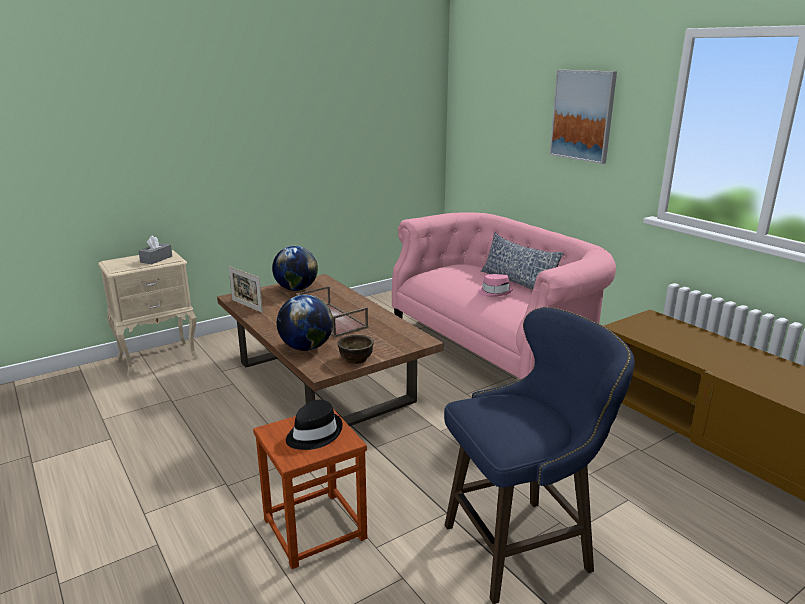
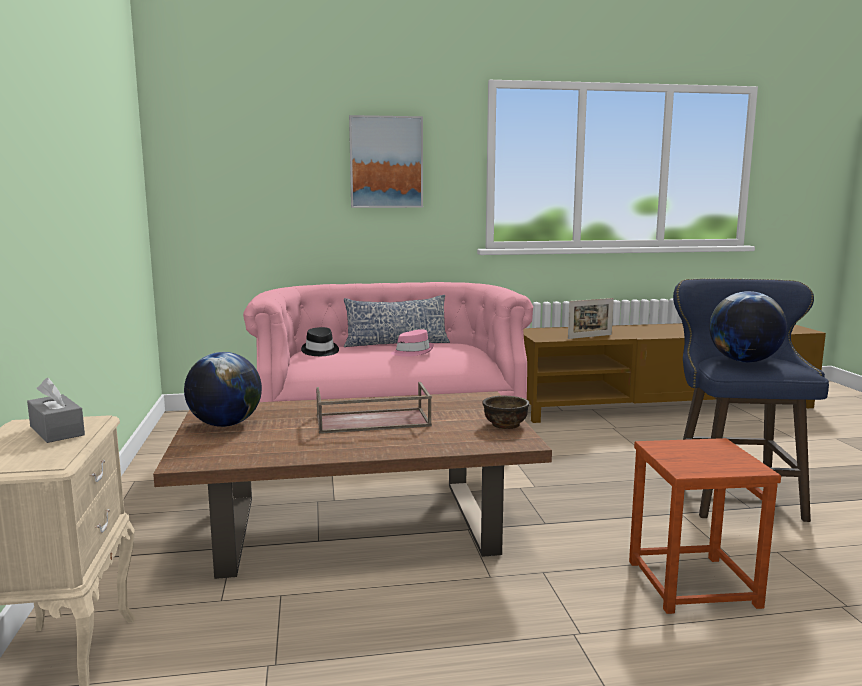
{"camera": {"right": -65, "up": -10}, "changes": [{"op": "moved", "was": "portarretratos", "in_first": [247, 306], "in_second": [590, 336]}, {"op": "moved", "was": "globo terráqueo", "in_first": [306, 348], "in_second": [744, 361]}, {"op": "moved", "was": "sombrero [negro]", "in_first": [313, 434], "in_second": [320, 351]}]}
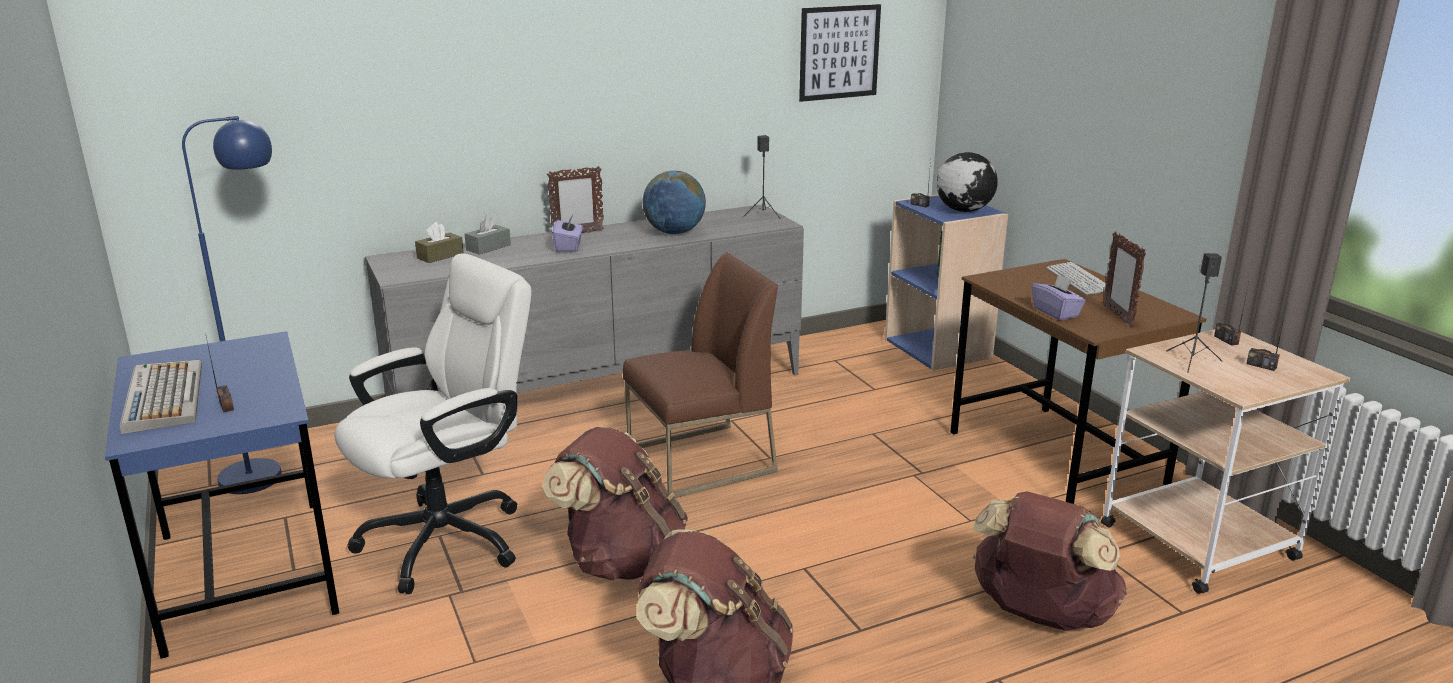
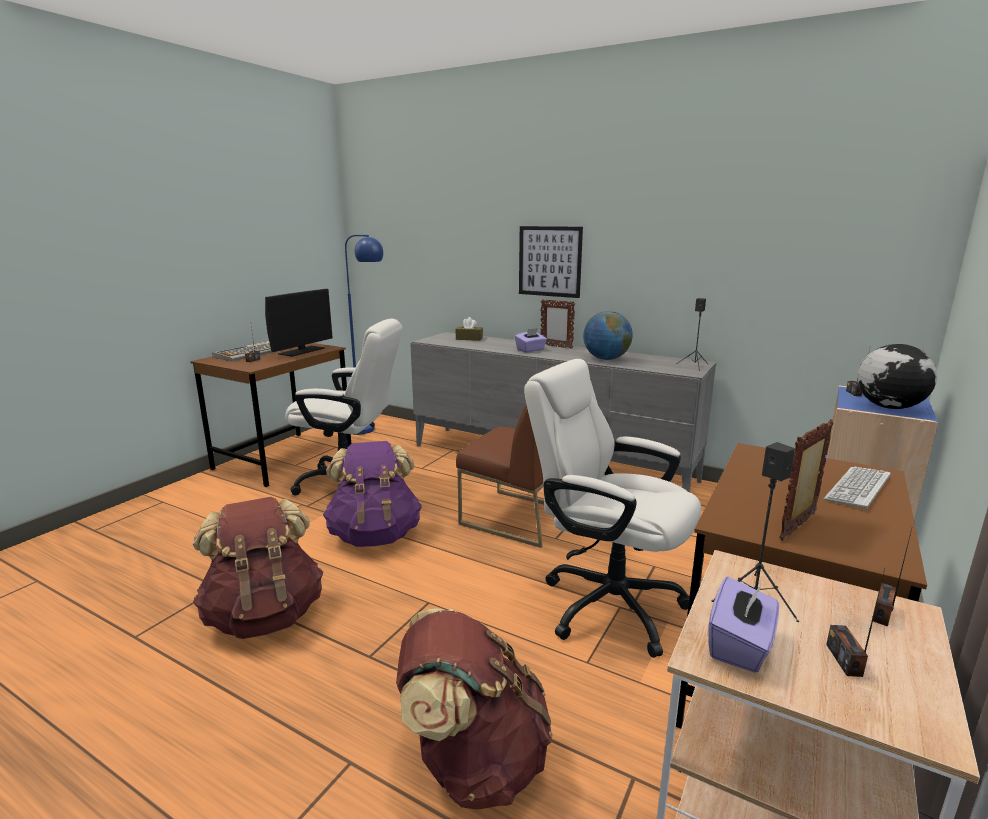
{"camera": {"right": 55, "up": -5}, "changes": [{"op": "moved", "was": "cuadro", "in_first": [839, 52], "in_second": [549, 261]}, {"op": "removed", "was": "caja de pañuelos [gris]", "in_first": [488, 247]}, {"op": "moved", "was": "caja de pañuelos [morado]", "in_first": [1056, 312], "in_second": [740, 645]}, {"op": "recoloured", "was": "escritorio [azul]", "now": "escritorio [marrón]", "in_first": [245, 573], "in_second": [284, 458]}, {"op": "recoloured", "was": "mochila [marrón]", "now": "mochila [morado]", "in_first": [621, 560], "in_second": [375, 535]}, {"op": "added", "now": "monitor", "in_second": [302, 351]}, {"op": "added", "now": "silla de oficina [blanco]", "in_second": [605, 605]}]}
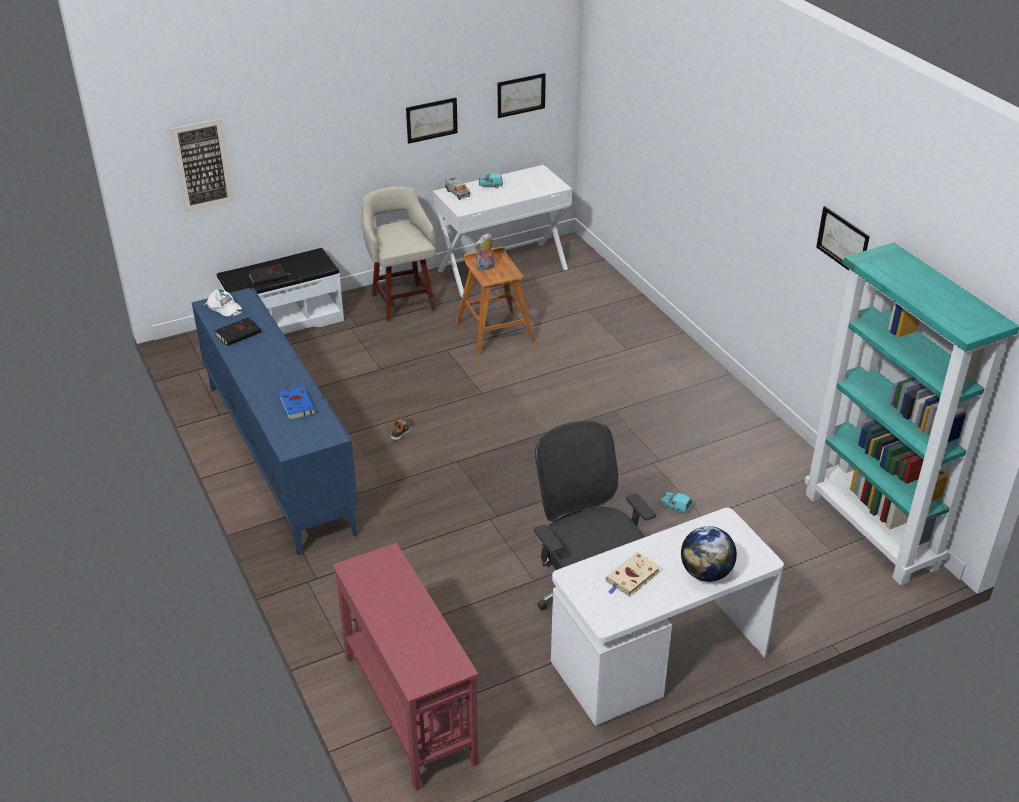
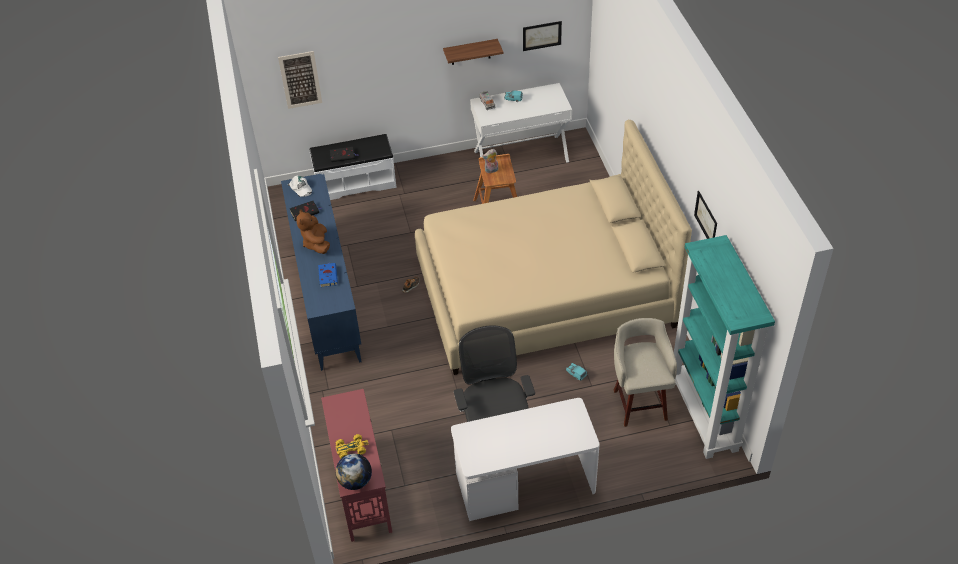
{"camera": {"right": 15, "up": 10}, "changes": [{"op": "replaced", "was": "cuadro", "now": "estante", "in_first": [431, 120], "in_second": [470, 52]}, {"op": "moved", "was": "taburete [beis]", "in_first": [402, 301], "in_second": [639, 402]}, {"op": "moved", "was": "globo terráqueo", "in_first": [706, 573], "in_second": [355, 481]}, {"op": "removed", "was": "libro [beis]", "in_first": [632, 578]}, {"op": "added", "now": "cama [beis]", "in_second": [544, 293]}, {"op": "added", "now": "peluche [marrón]", "in_second": [316, 244]}, {"op": "added", "now": "coche de juguete [amarillo]", "in_second": [351, 449]}]}
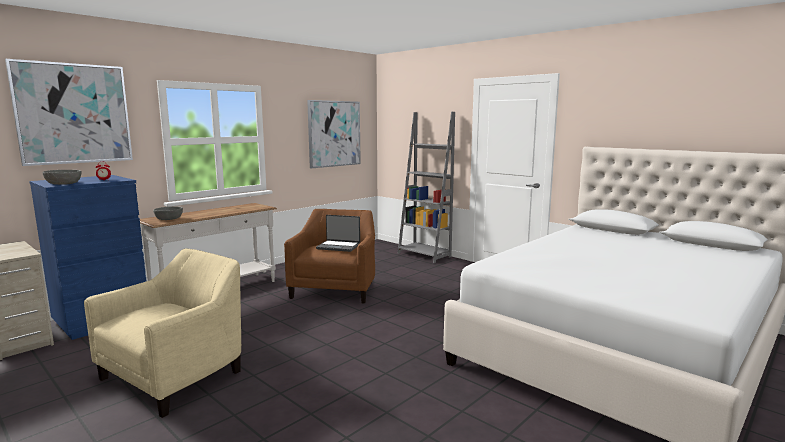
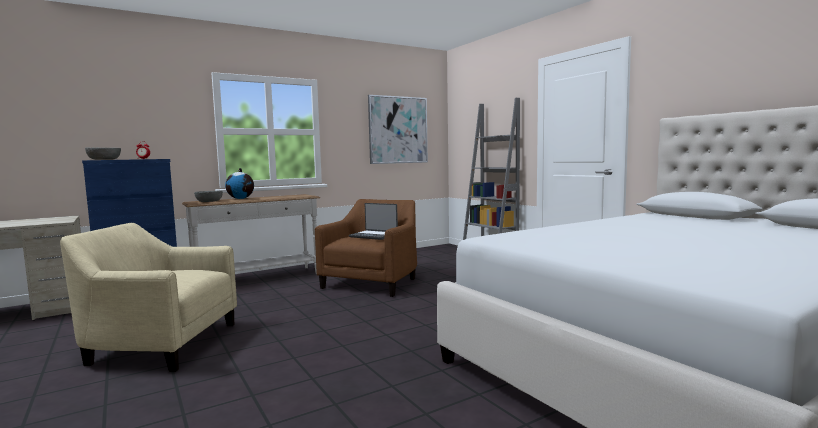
{"camera": {"right": 15, "up": -5}, "changes": [{"op": "removed", "was": "cuadro", "in_first": [73, 114]}, {"op": "turned", "was": "sillón [beis]", "in_first": [177, 374], "in_second": [159, 345], "clockwise": -135}, {"op": "added", "now": "globo terráqueo", "in_second": [241, 198]}]}
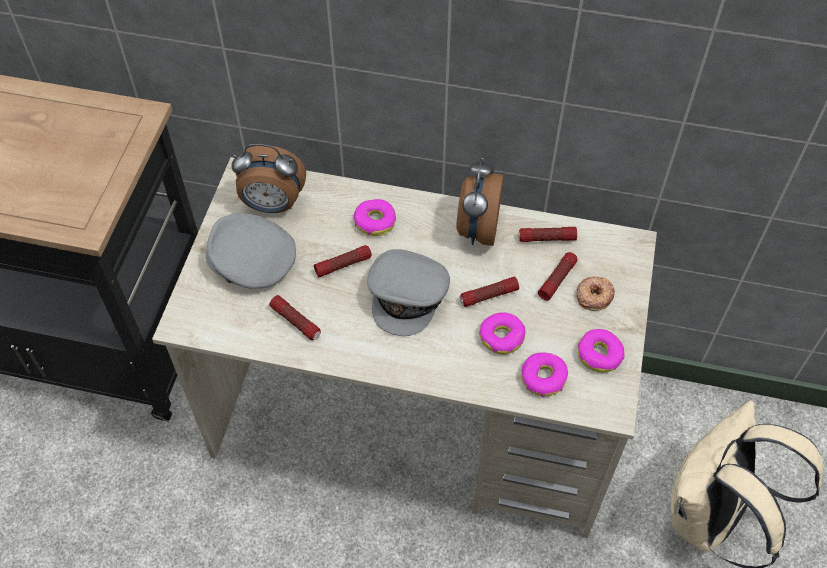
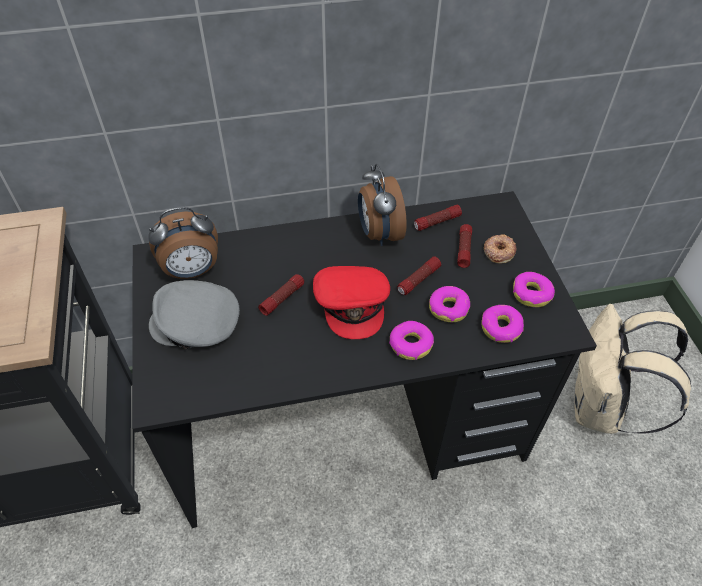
{"camera": {"right": -25, "up": -5}, "changes": [{"op": "recoloured", "was": "escritorio [beis]", "now": "escritorio [negro]", "in_first": [414, 419], "in_second": [349, 424]}, {"op": "moved", "was": "rosquilla", "in_first": [375, 221], "in_second": [410, 344]}, {"op": "recoloured", "was": "gorra [gris]", "now": "gorra [rojo]", "in_first": [408, 295], "in_second": [352, 303]}, {"op": "removed", "was": "linterna", "in_first": [296, 322]}]}
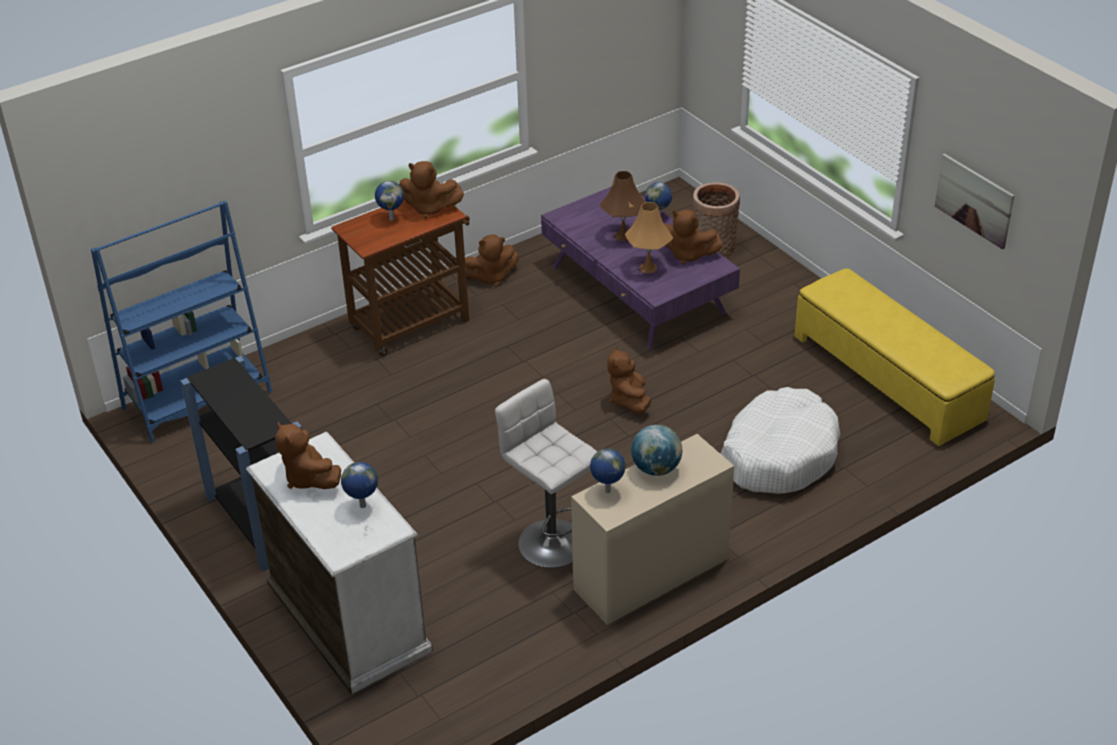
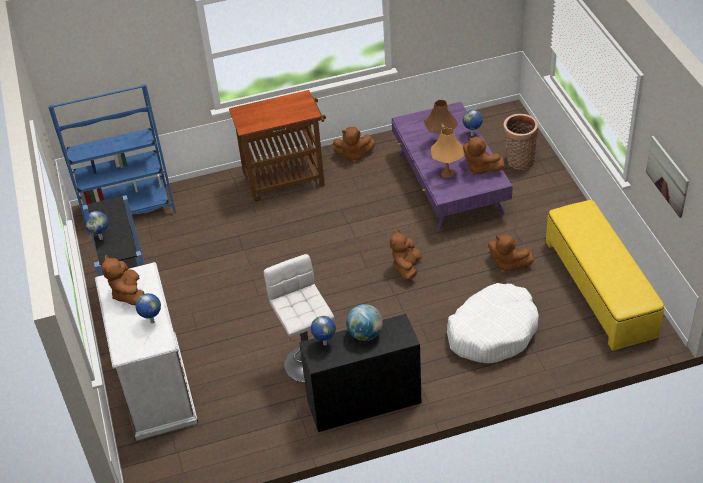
{"camera": {"right": 20, "up": 5}, "changes": [{"op": "moved", "was": "peluche [marrón]", "in_first": [430, 208], "in_second": [507, 264]}, {"op": "moved", "was": "globo terráqueo", "in_first": [392, 218], "in_second": [101, 238]}, {"op": "recoloured", "was": "escritorio [beis]", "now": "escritorio [negro]", "in_first": [651, 574], "in_second": [364, 402]}]}
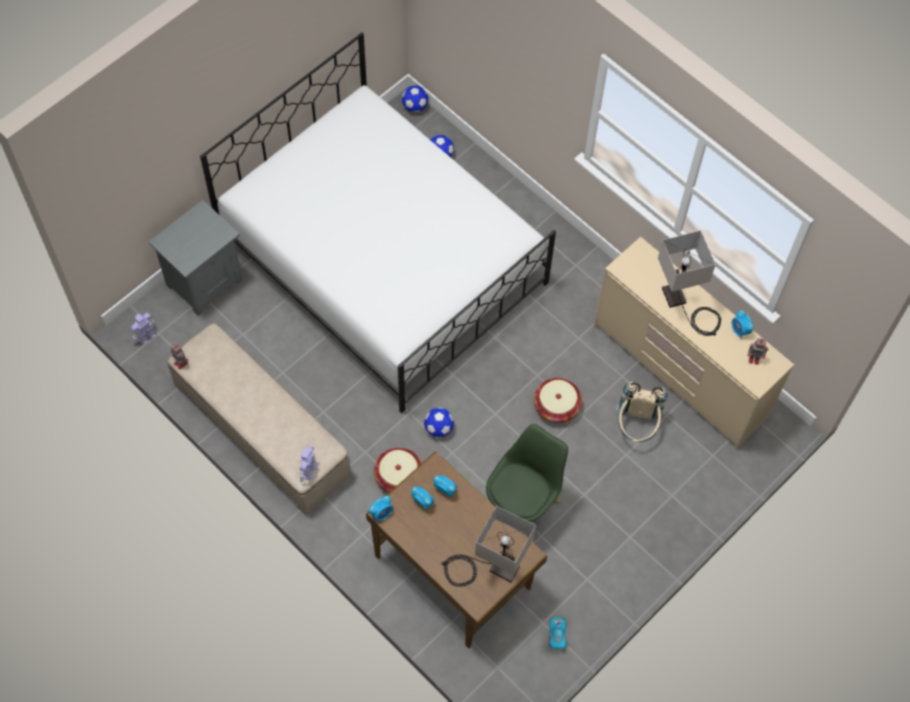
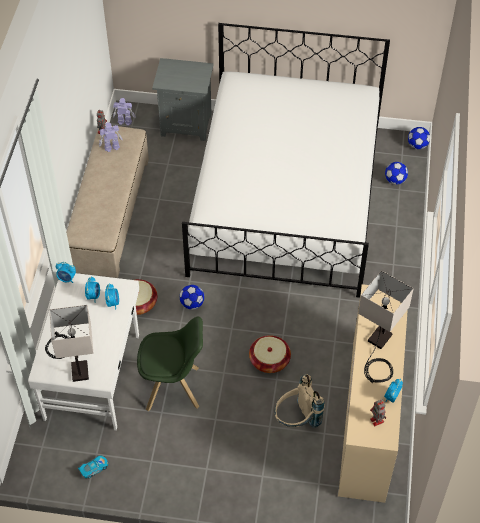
{"camera": {"right": 55, "up": -10}, "changes": [{"op": "moved", "was": "robot de juguete", "in_first": [309, 471], "in_second": [111, 147]}, {"op": "recoloured", "was": "escritorio [marrón]", "now": "escritorio [blanco]", "in_first": [452, 570], "in_second": [94, 376]}]}
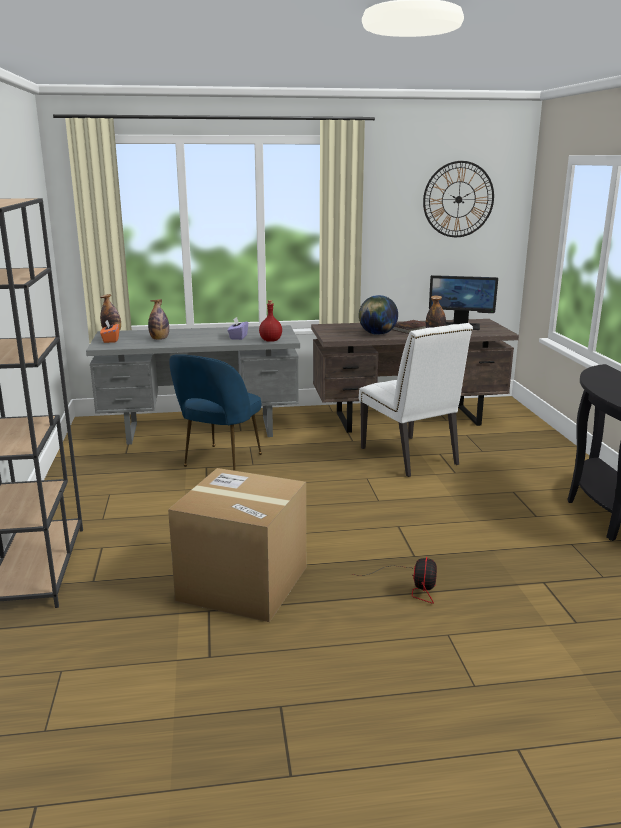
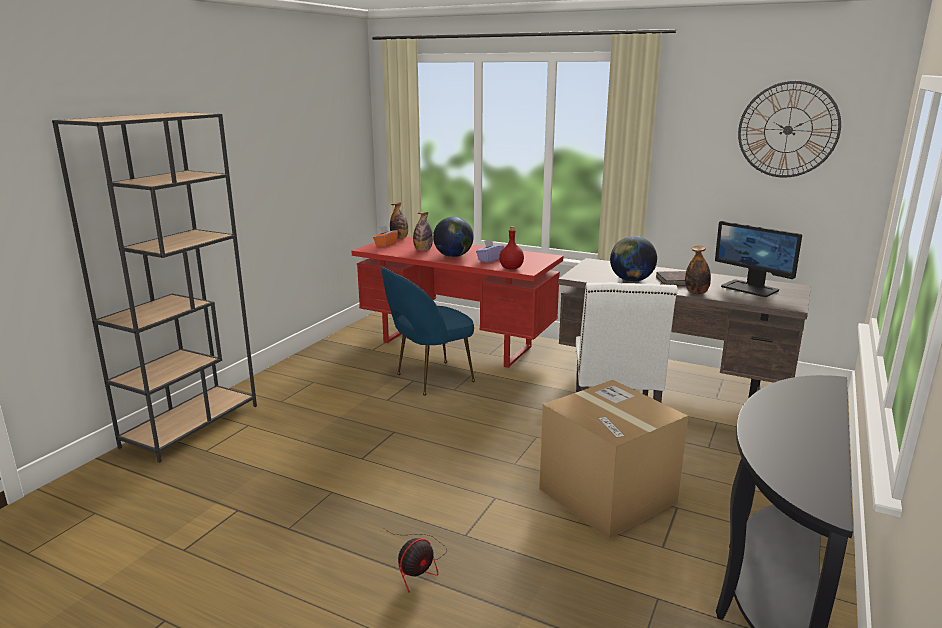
{"camera": {"right": 35, "up": 0}, "changes": [{"op": "recoloured", "was": "escritorio [gris]", "now": "escritorio [rojo]", "in_first": [201, 430], "in_second": [458, 344]}, {"op": "moved", "was": "caja de cartón", "in_first": [243, 583], "in_second": [607, 495]}, {"op": "added", "now": "globo terráqueo", "in_second": [453, 256]}]}
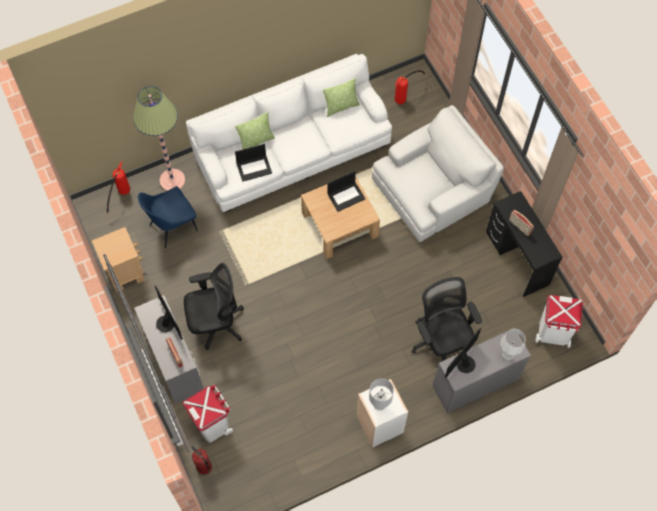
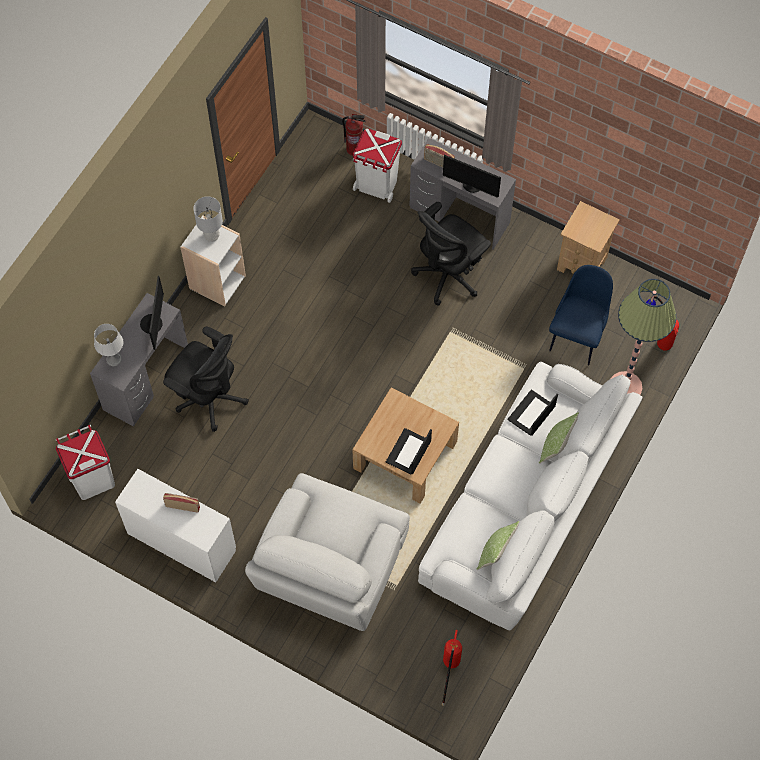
{"camera": {"right": 145, "up": 0}, "changes": [{"op": "recoloured", "was": "escritorio [negro]", "now": "escritorio [blanco]", "in_first": [517, 259], "in_second": [181, 542]}]}
